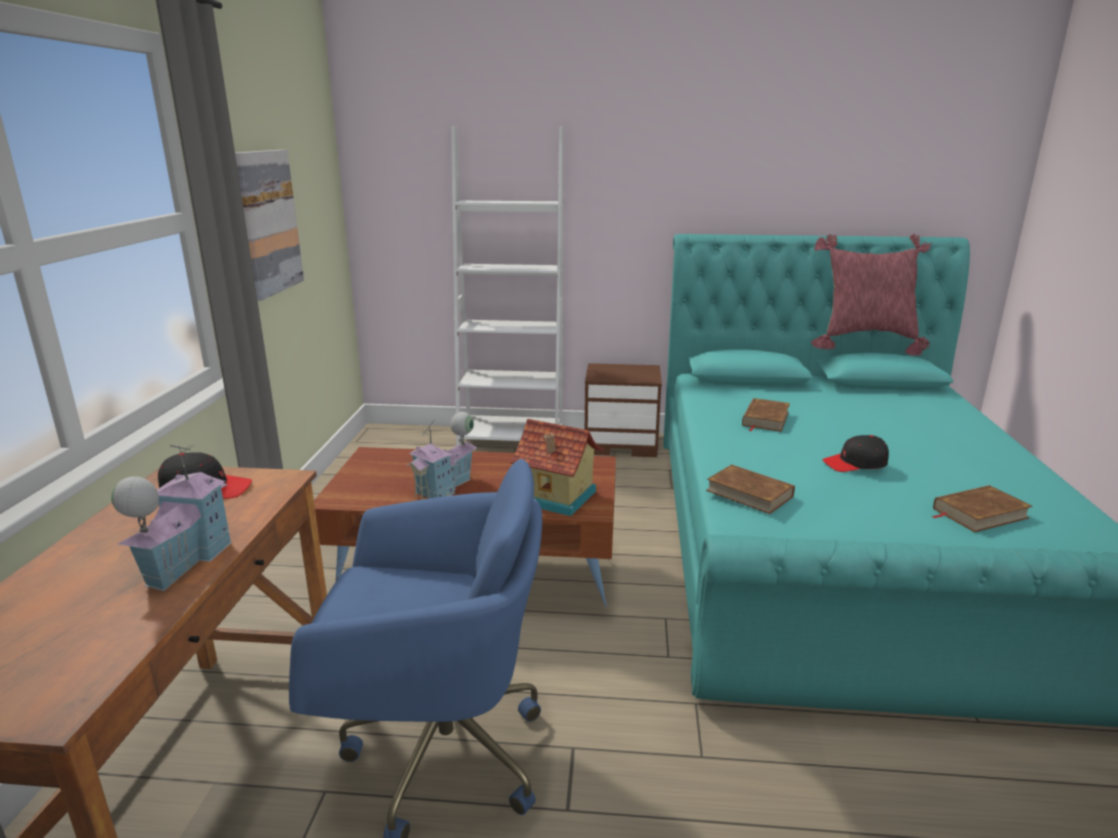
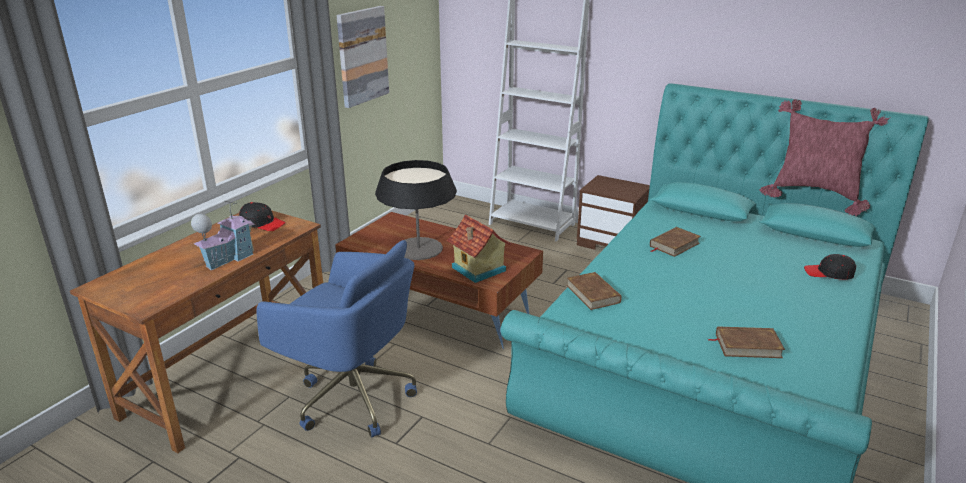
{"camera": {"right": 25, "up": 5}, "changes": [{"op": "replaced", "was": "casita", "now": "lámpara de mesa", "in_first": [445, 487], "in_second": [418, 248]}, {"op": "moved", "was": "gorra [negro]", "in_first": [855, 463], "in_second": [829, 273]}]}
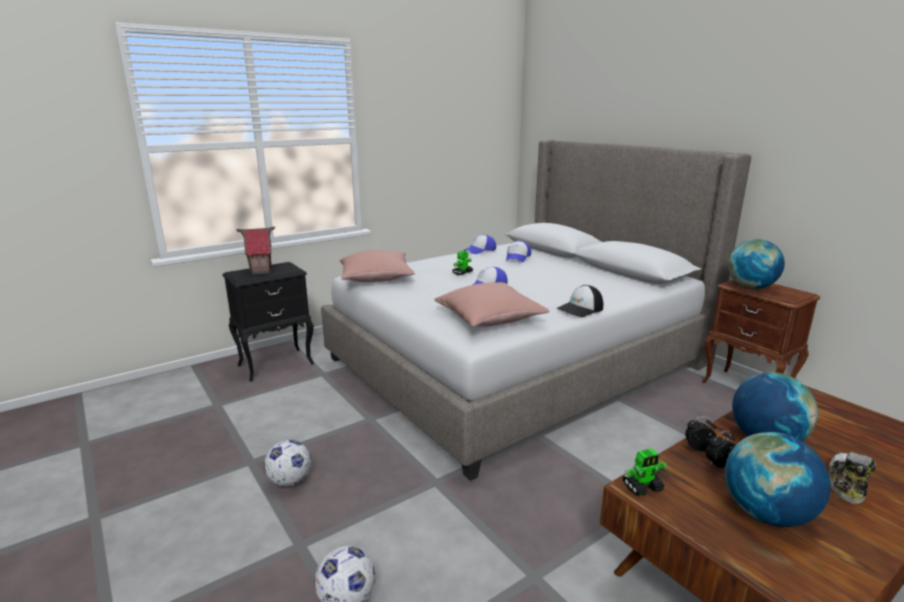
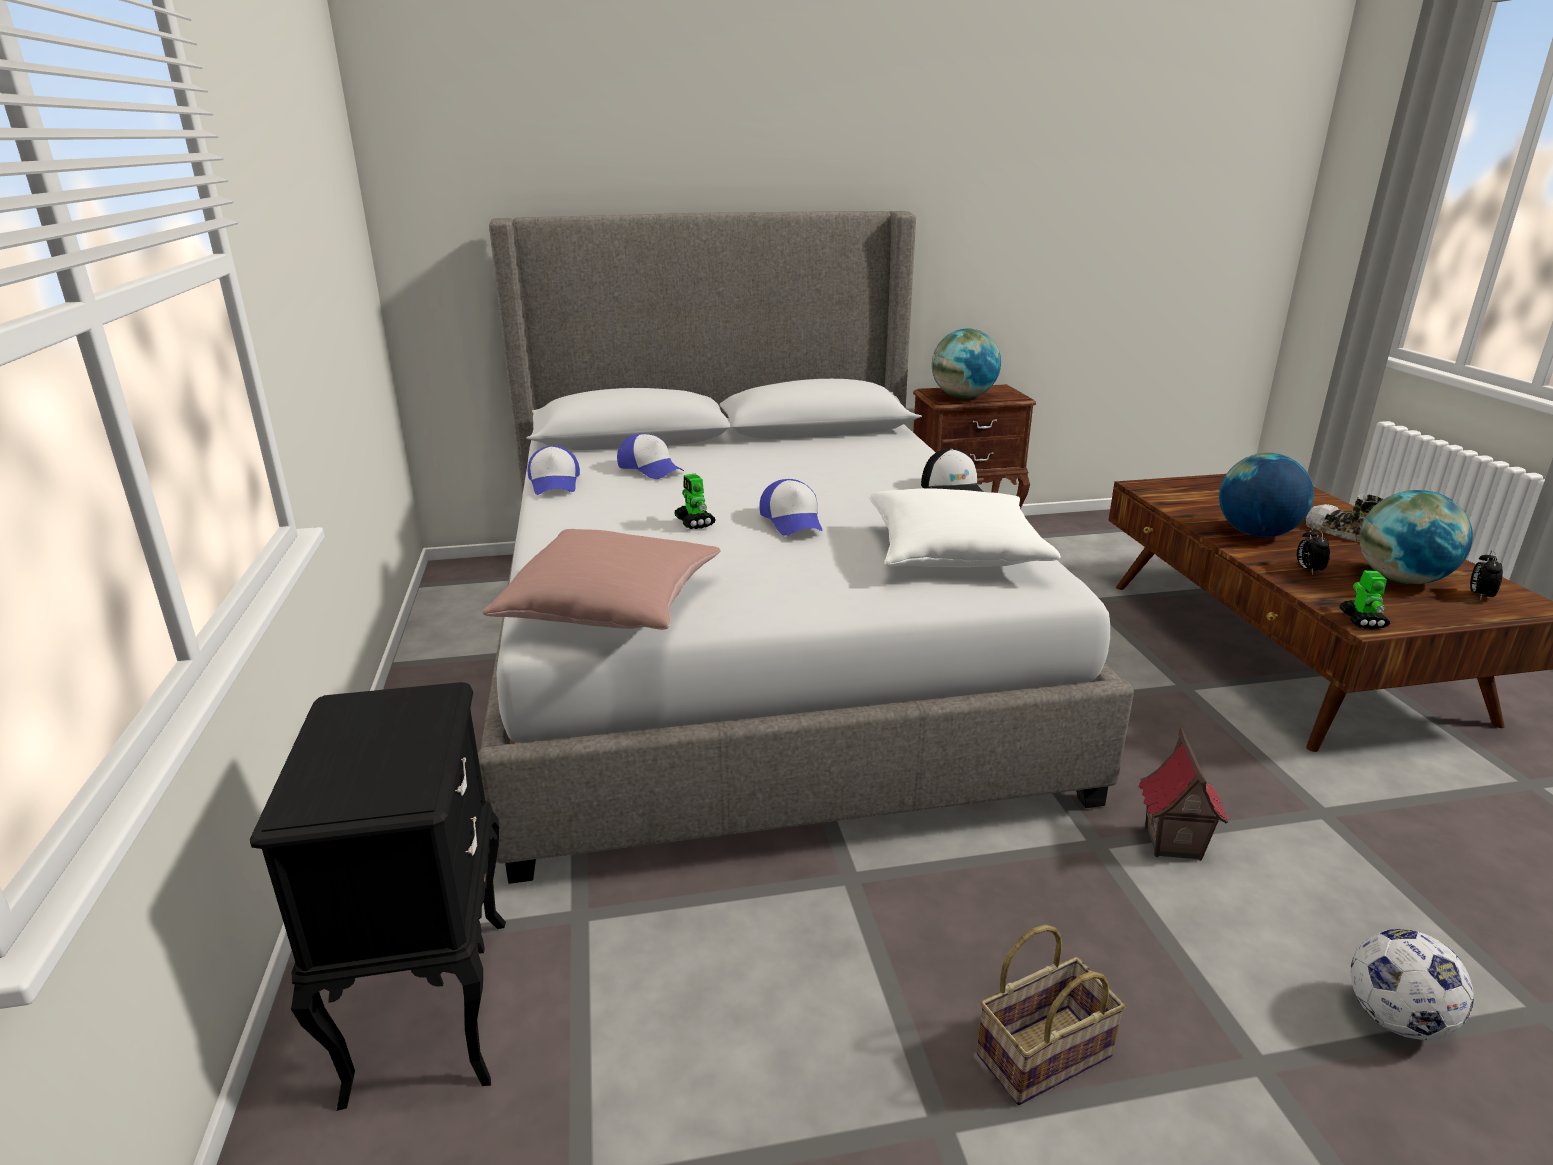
{"camera": {"right": -65, "up": 5}, "changes": [{"op": "moved", "was": "casita", "in_first": [261, 271], "in_second": [1172, 843]}, {"op": "recoloured", "was": "cojín [rosa]", "now": "cojín [blanco]", "in_first": [489, 318], "in_second": [954, 553]}, {"op": "moved", "was": "despertador", "in_first": [697, 448], "in_second": [1479, 595]}, {"op": "replaced", "was": "balón de fútbol", "now": "cesta", "in_first": [290, 481], "in_second": [1044, 1052]}]}
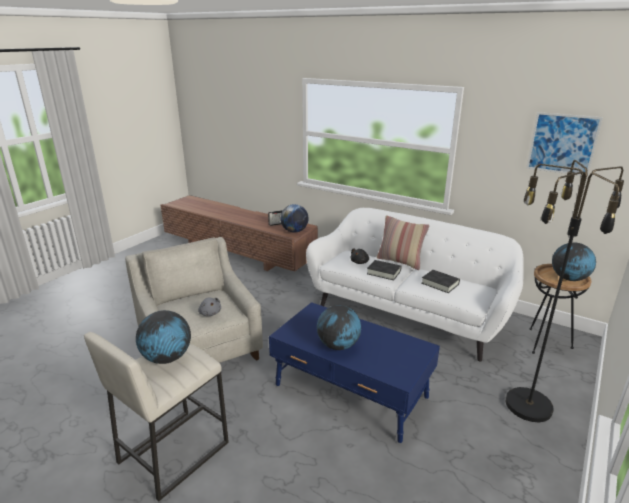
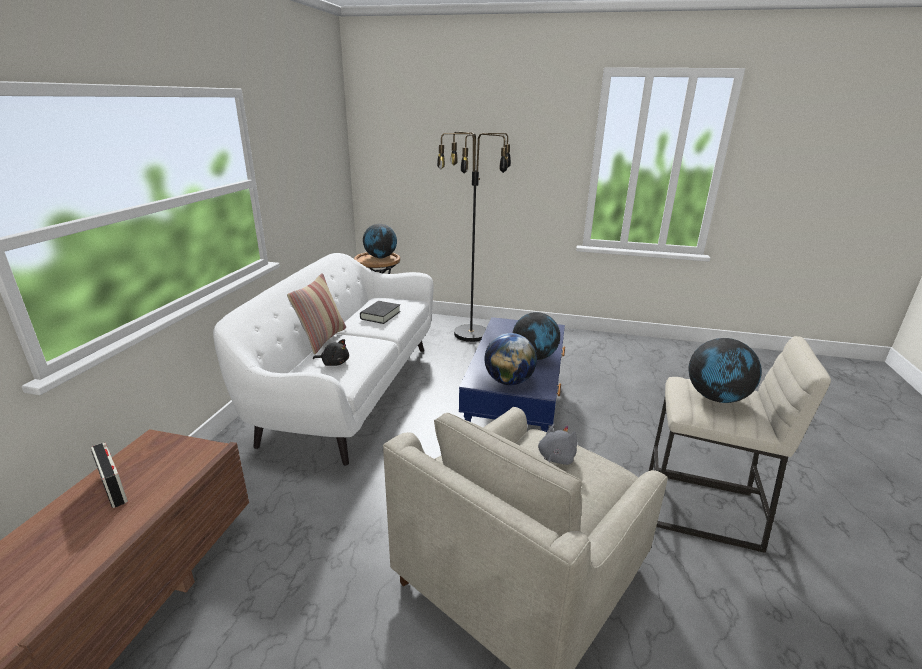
{"camera": {"right": -110, "up": 0}, "changes": [{"op": "removed", "was": "cuadro", "in_first": [562, 144]}, {"op": "moved", "was": "globo terráqueo", "in_first": [294, 231], "in_second": [509, 381]}, {"op": "removed", "was": "libro [negro]", "in_first": [384, 272]}]}
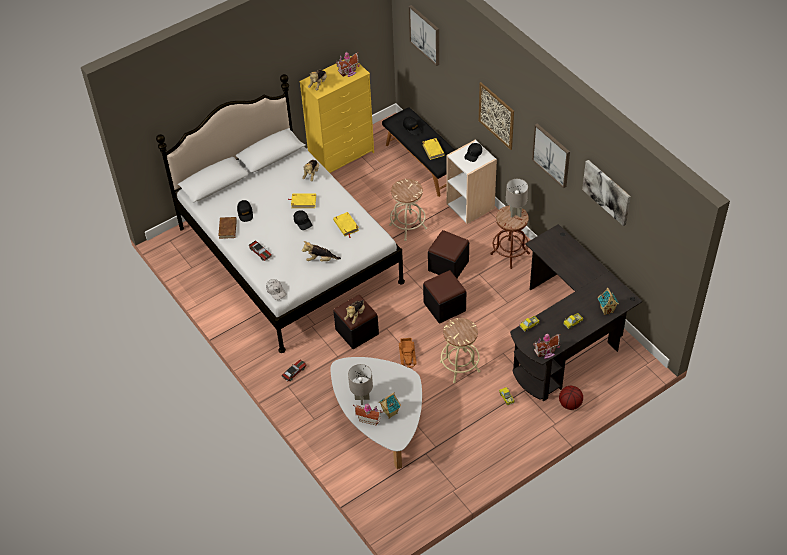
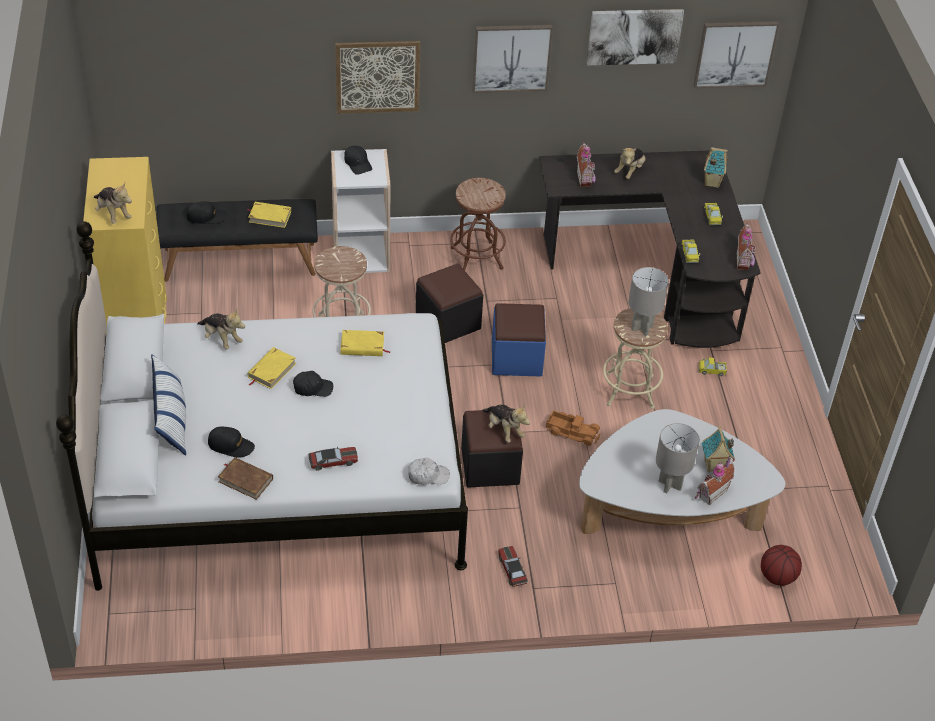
{"camera": {"right": -65, "up": -5}, "changes": [{"op": "moved", "was": "cuadro", "in_first": [425, 34], "in_second": [735, 53]}, {"op": "moved", "was": "casita", "in_first": [348, 72], "in_second": [586, 178]}, {"op": "moved", "was": "lámpara de mesa [gris]", "in_first": [515, 213], "in_second": [642, 328]}, {"op": "moved", "was": "peluche", "in_first": [320, 259], "in_second": [630, 171]}, {"op": "recoloured", "was": "puf [negro]", "now": "puf [azul]", "in_first": [444, 306], "in_second": [516, 358]}, {"op": "moved", "was": "balón de baloncesto", "in_first": [570, 404], "in_second": [777, 576]}, {"op": "added", "now": "cojín", "in_second": [171, 418]}]}
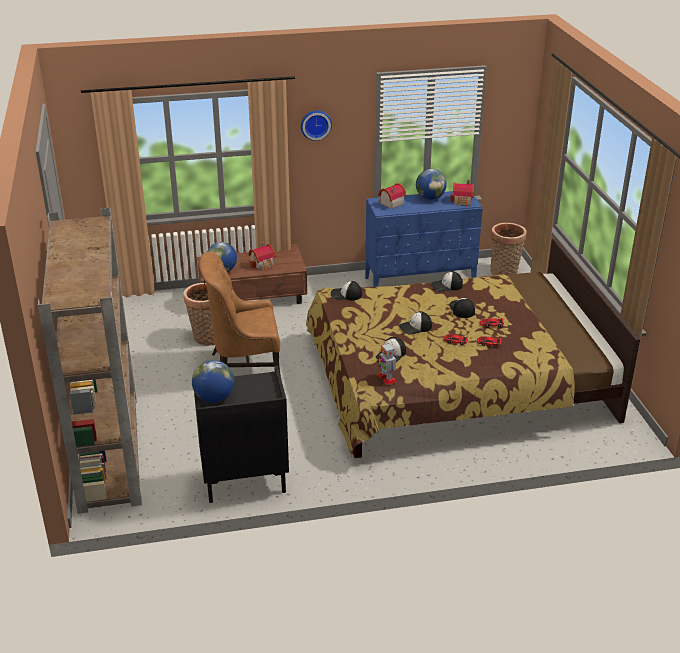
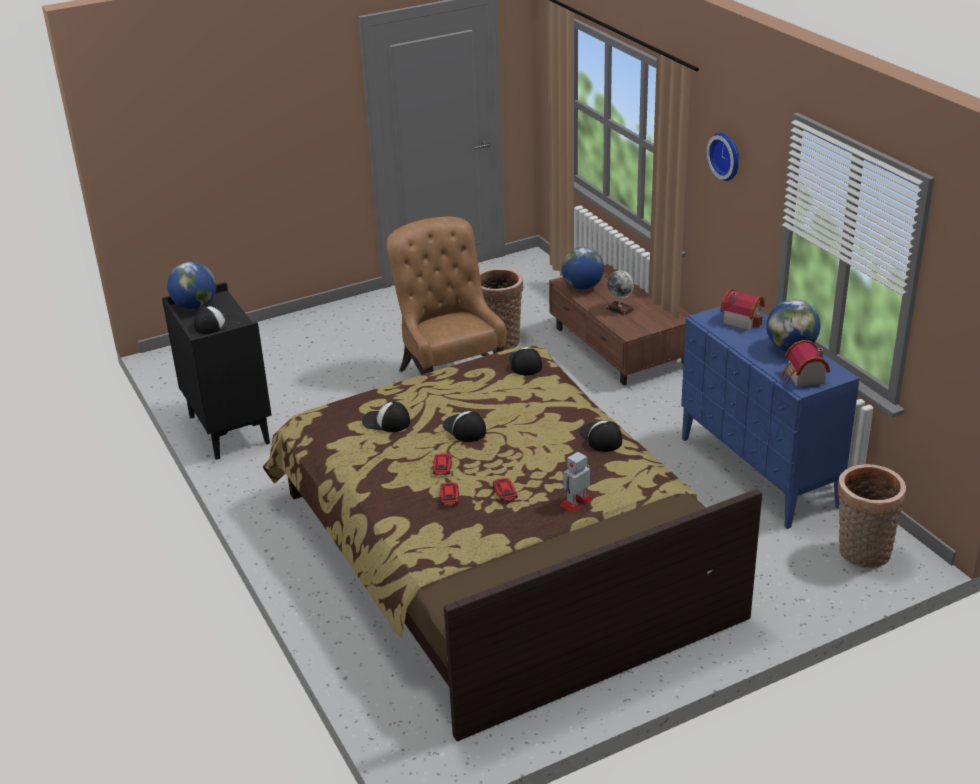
{"camera": {"right": 75, "up": 0}, "changes": [{"op": "removed", "was": "estantería [marrón]", "in_first": [109, 451]}, {"op": "replaced", "was": "casita", "now": "globo terráqueo", "in_first": [263, 264], "in_second": [619, 309]}, {"op": "moved", "was": "gorra", "in_first": [461, 309], "in_second": [217, 324]}, {"op": "moved", "was": "robot de juguete", "in_first": [386, 378], "in_second": [576, 502]}]}
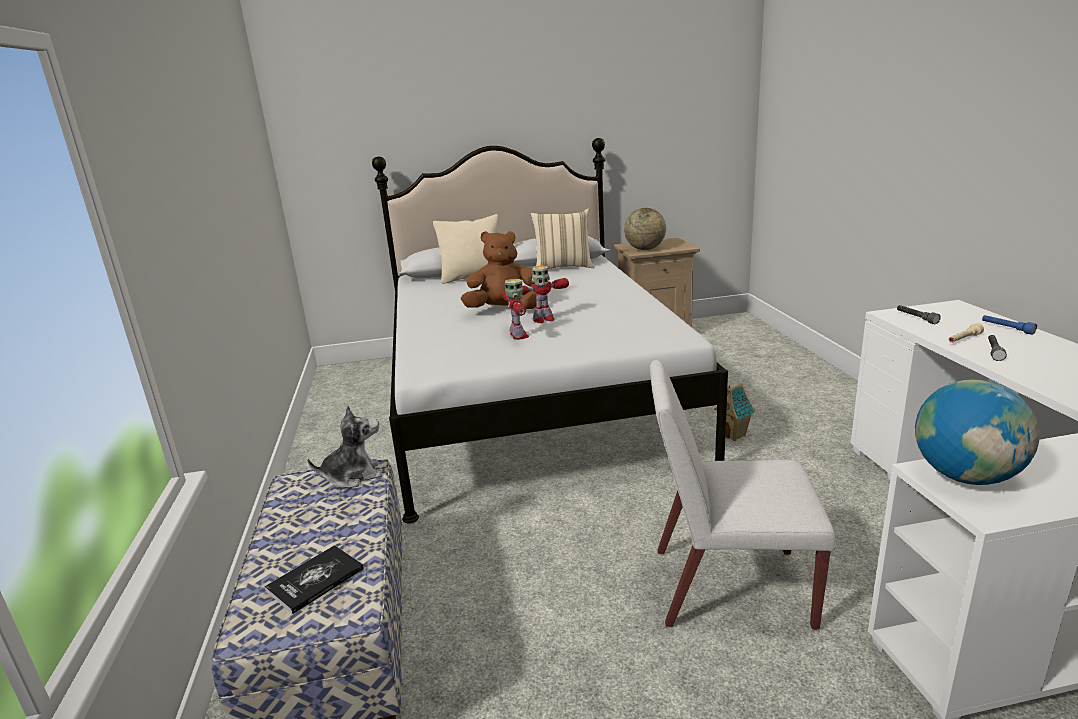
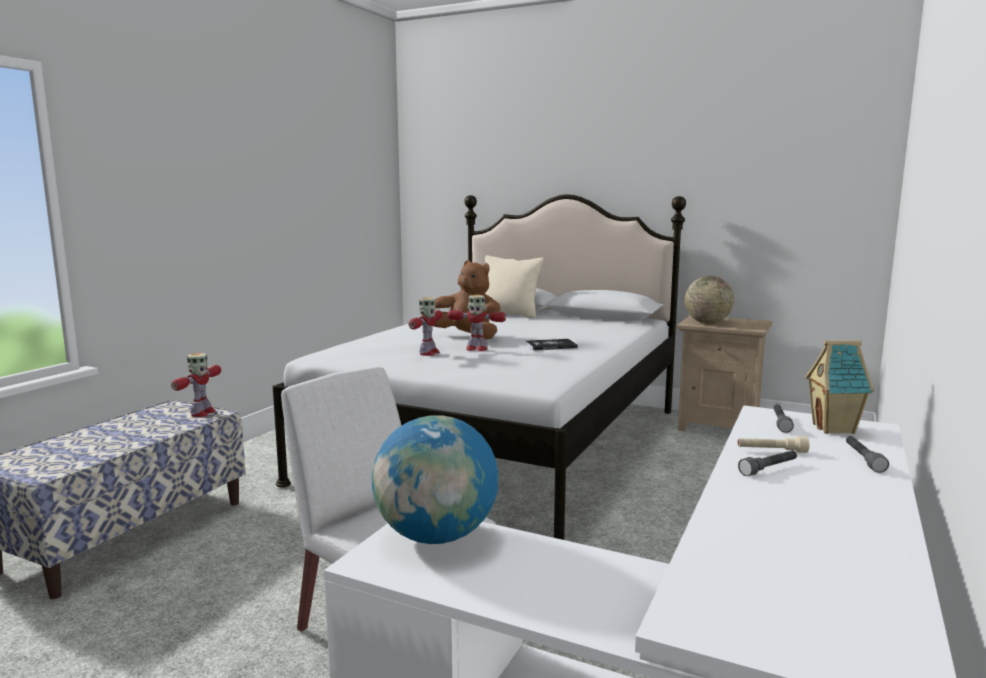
{"camera": {"right": 35, "up": -10}, "changes": [{"op": "removed", "was": "cojín [beis]", "in_first": [563, 267]}, {"op": "recoloured", "was": "linterna [azul]", "now": "linterna [gris]", "in_first": [1007, 328], "in_second": [863, 459]}, {"op": "moved", "was": "casita", "in_first": [733, 435], "in_second": [835, 429]}, {"op": "replaced", "was": "peluche", "now": "robot de juguete", "in_first": [353, 476], "in_second": [202, 413]}, {"op": "moved", "was": "libro", "in_first": [315, 580], "in_second": [551, 346]}]}
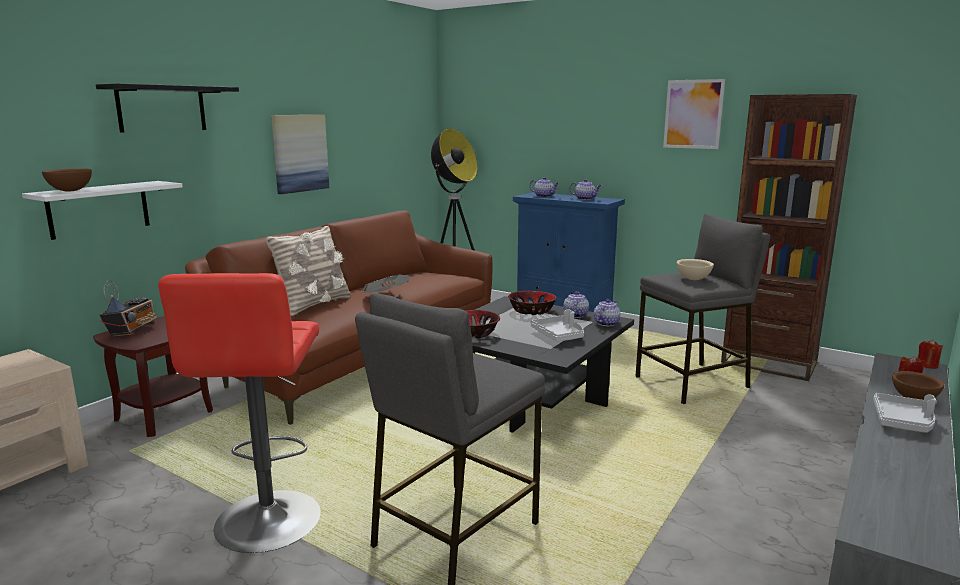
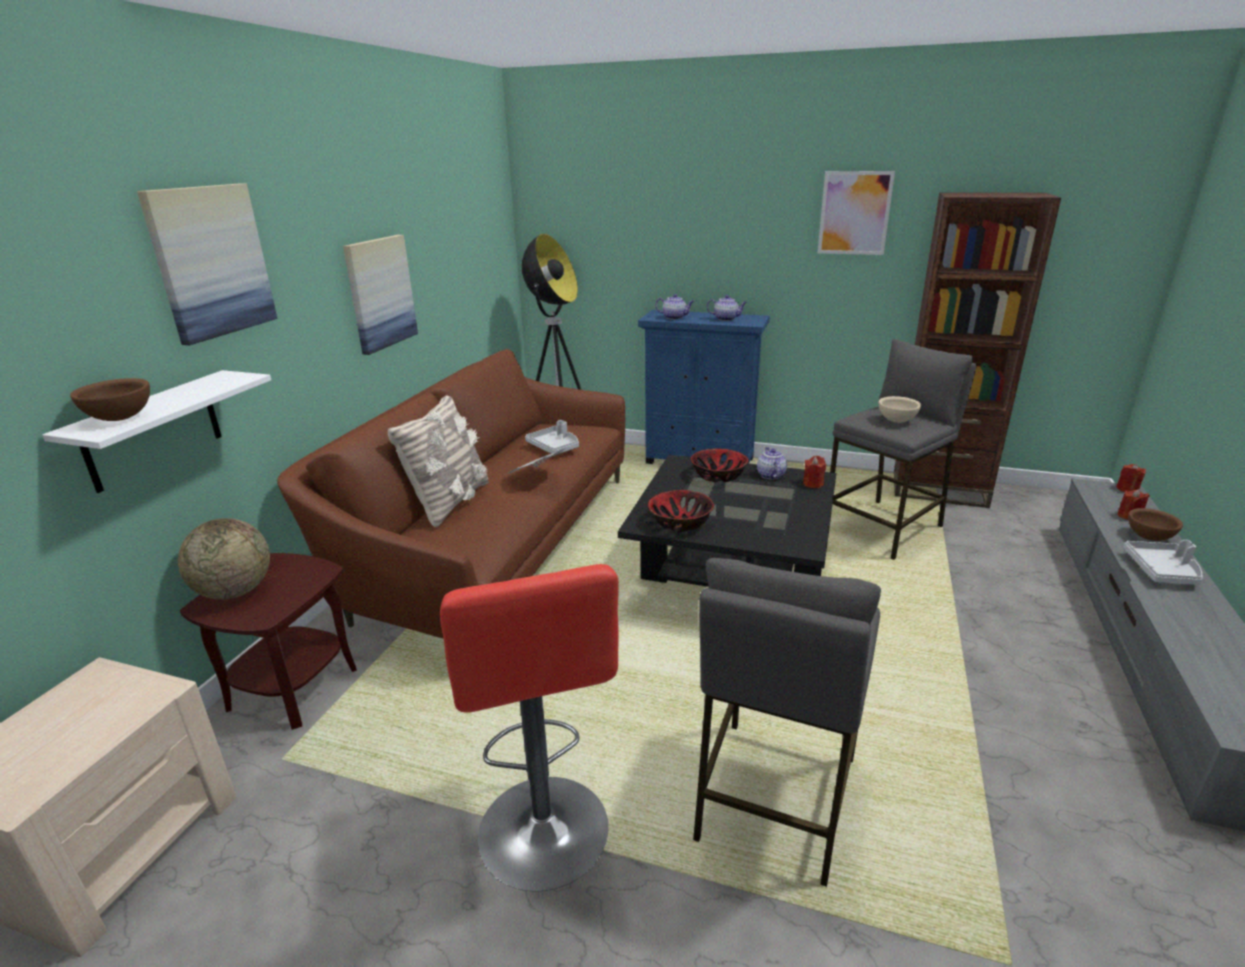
{"camera": {"right": -15, "up": 10}, "changes": [{"op": "replaced", "was": "estante [negro]", "now": "cuadro", "in_first": [162, 108], "in_second": [211, 261]}, {"op": "replaced", "was": "radio", "now": "globo terráqueo", "in_first": [132, 330], "in_second": [235, 592]}, {"op": "replaced", "was": "tetera", "now": "vela [rojo]", "in_first": [606, 323], "in_second": [813, 484]}, {"op": "moved", "was": "bandeja [gris]", "in_first": [559, 335], "in_second": [555, 447]}]}
